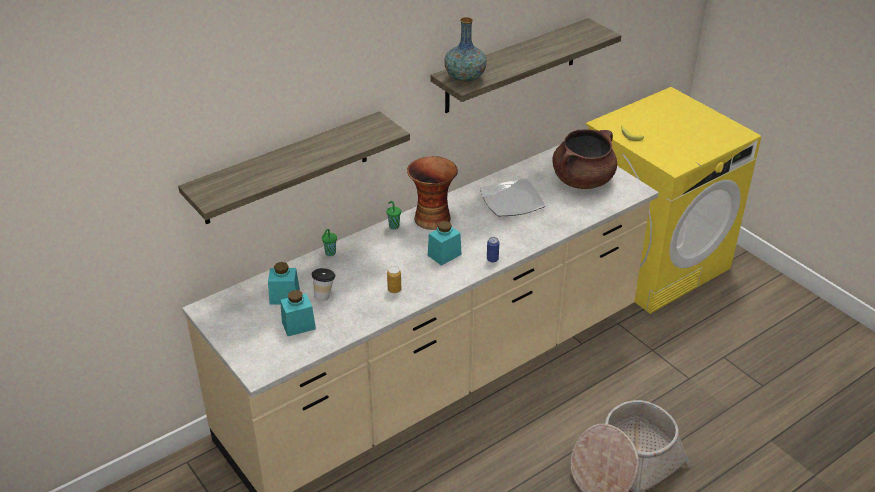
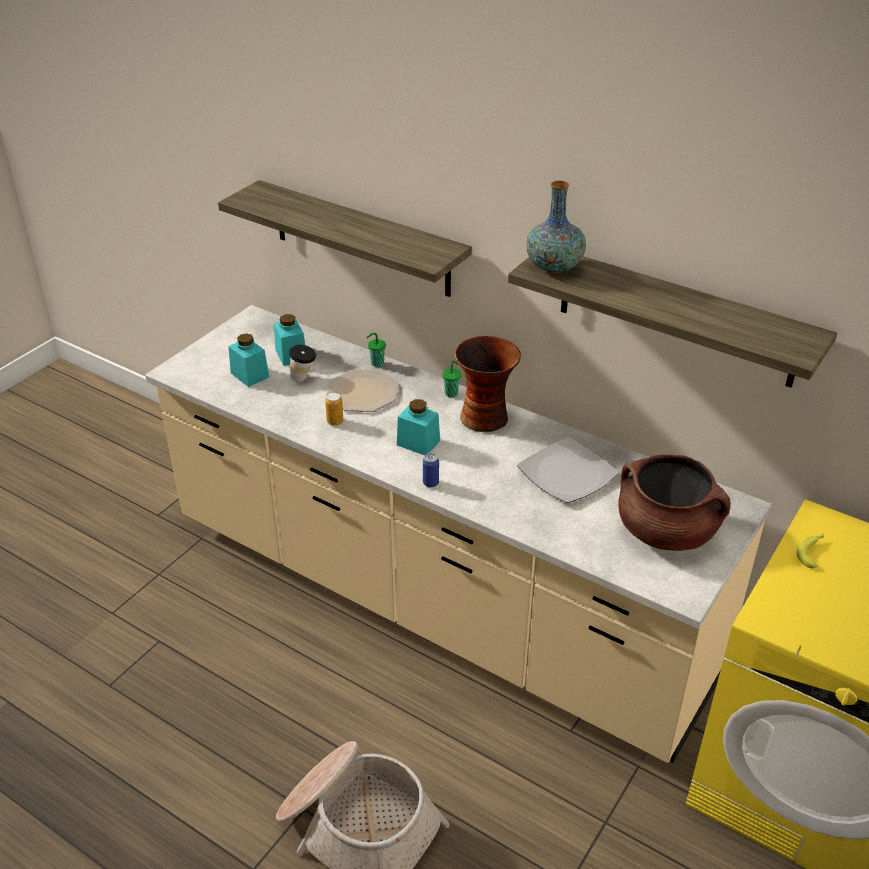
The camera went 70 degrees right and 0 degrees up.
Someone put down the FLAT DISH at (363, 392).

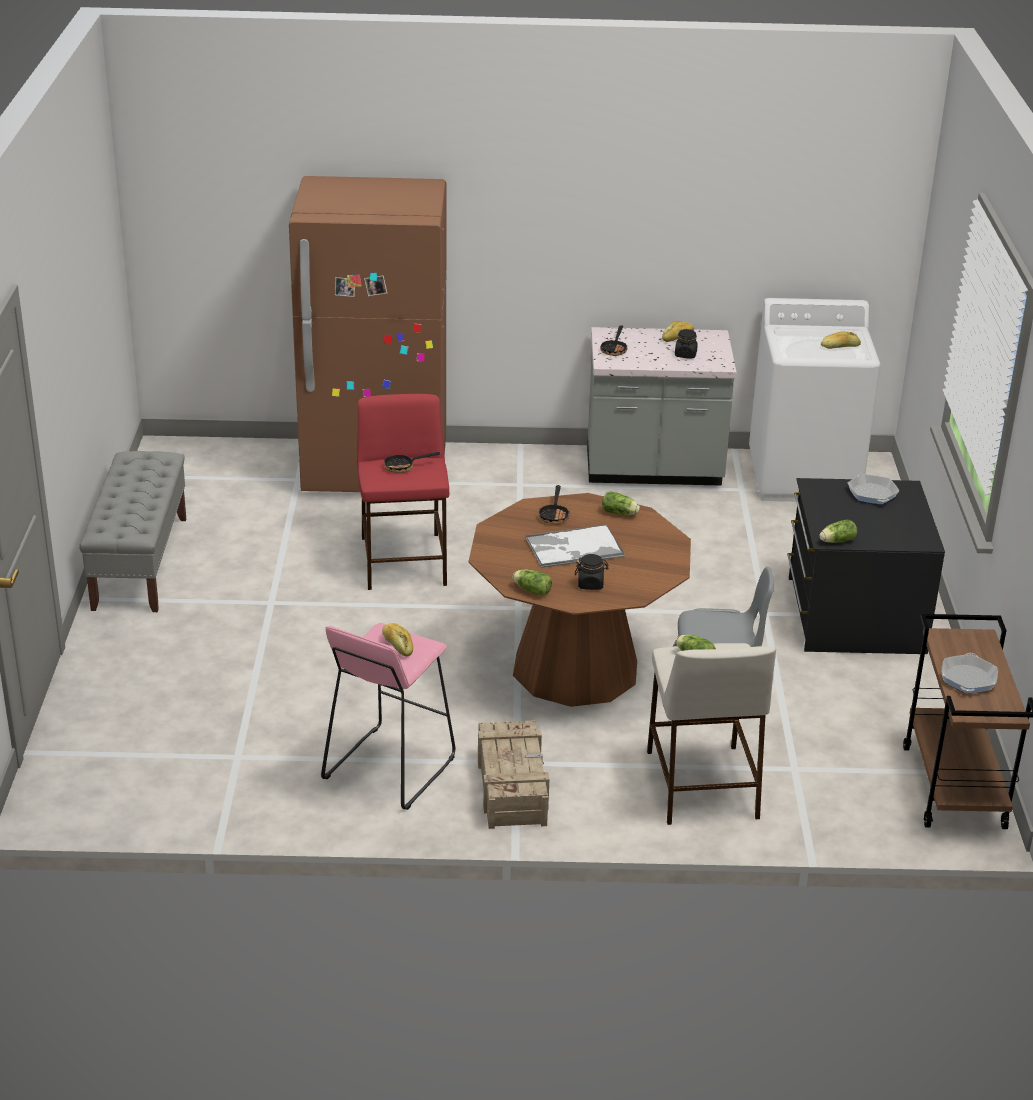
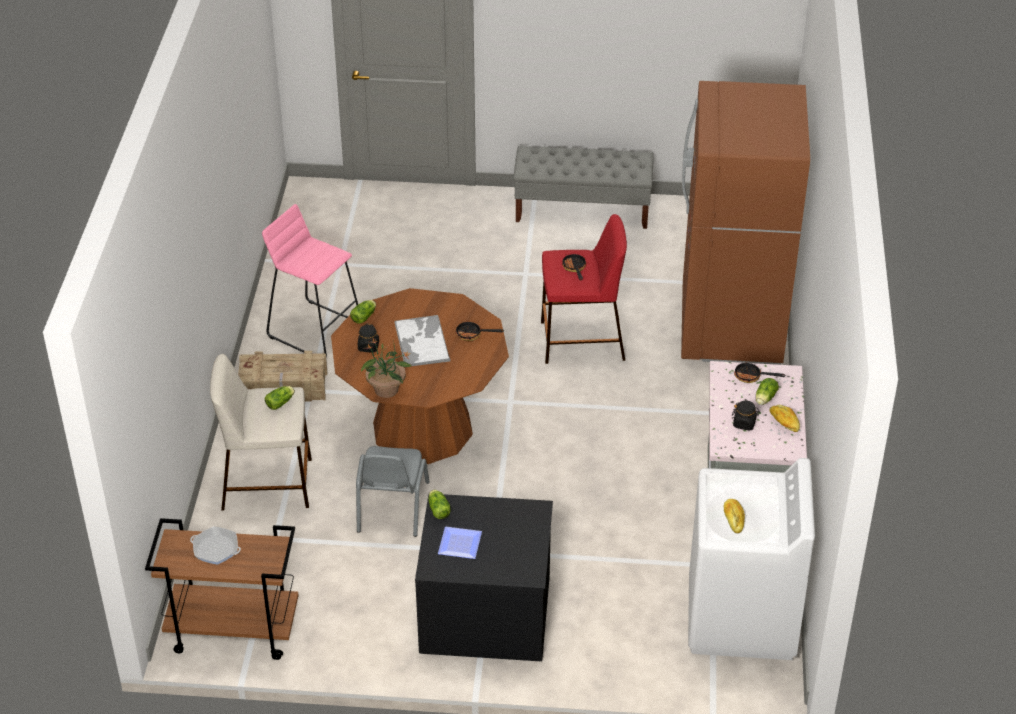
The camera went 95 degrees right and 10 degrees up.
Someone took away the BREAD at (397, 645).
Someone took away the SKILLET at (872, 493).
Someone put down the PLANT IN A POT at (386, 390).
Someone put down the FLAT DISH at (461, 545).
Someone carried the LETTUCE from (620, 513) to (764, 399).

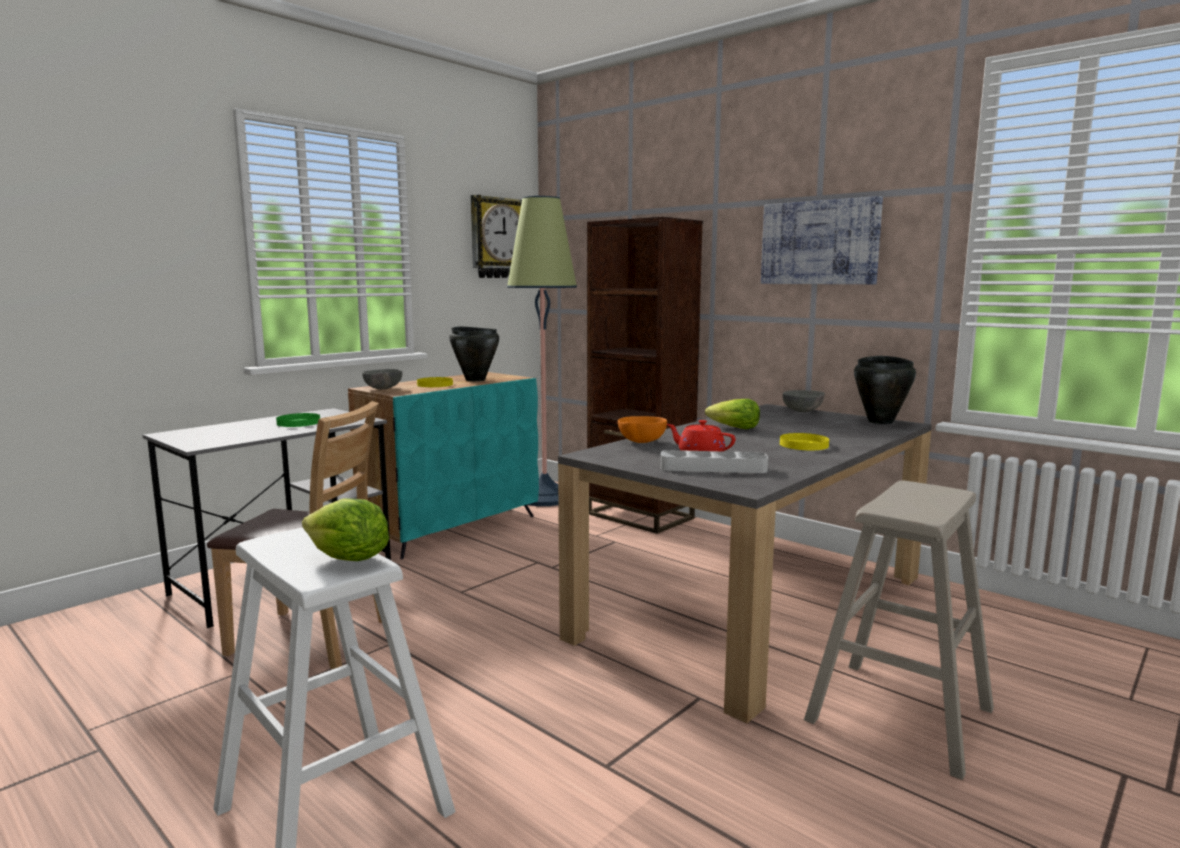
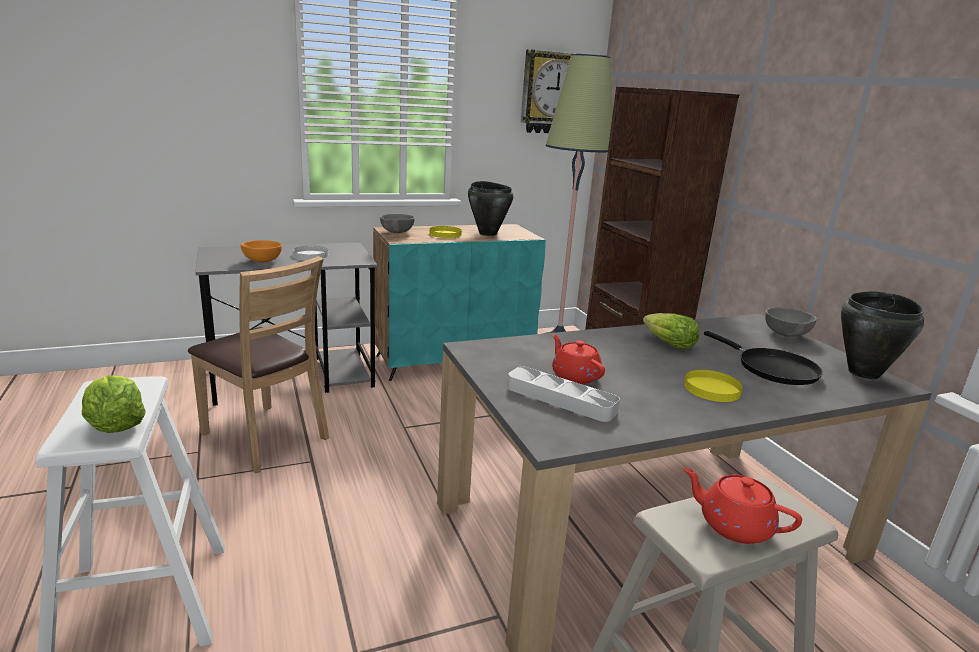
The camera went 25 degrees right and 10 degrees up.
Someone took away the WALL ART at (819, 242).
Someone put down the RED TEAPOT at (733, 526).
Someone put down the BLACKISH SKILLET at (772, 368).
Someone carried the ORANGE-COLOURED BOWL from (640, 442) to (261, 261).
Someone repainted the GREENISH FLAT DISH at (298, 423), which became the WHITISH FLAT DISH at (310, 255).

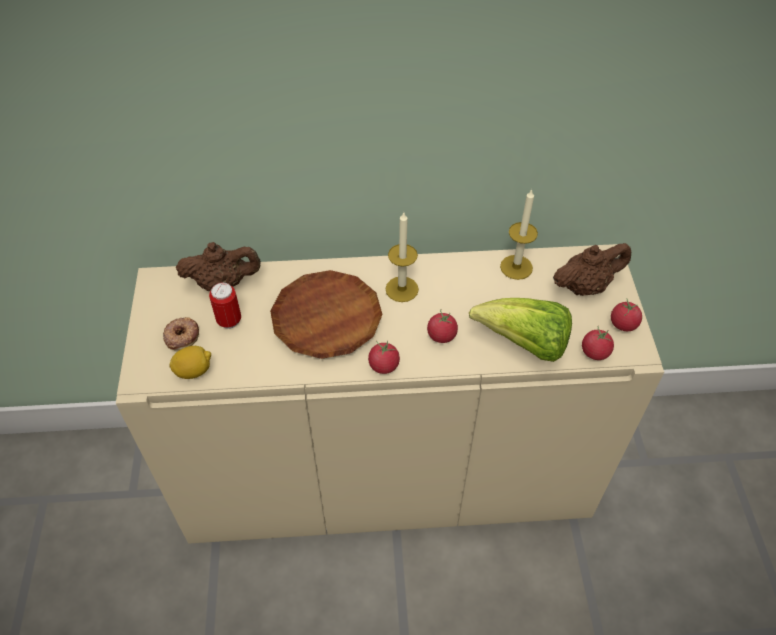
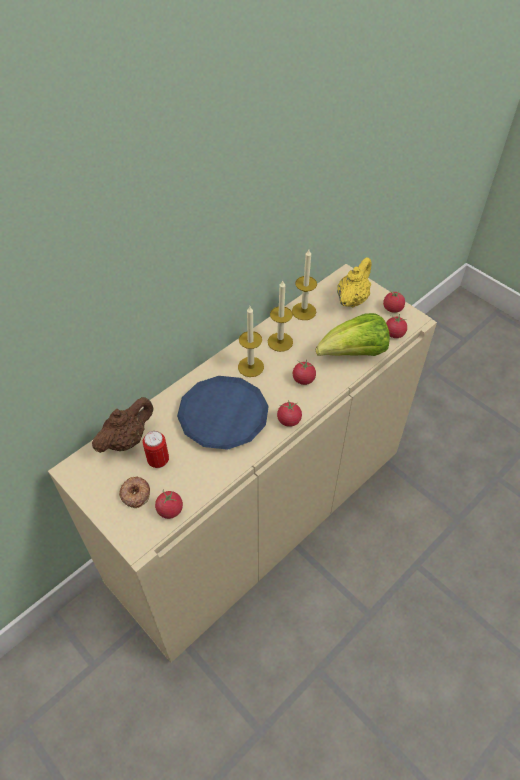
The camera went 40 degrees left and 0 degrees up.
Someone put down the CANDLE at (280, 342).
Someone swapped the WHOLE LEMON at (194, 371) for the WHOLE TOMATO at (170, 510).
Someone repainted the BROWNISH FLAT DISH at (326, 319), which became the BLUISH FLAT DISH at (223, 416).
Someone repainted the BROWNISH TEAPOT at (585, 286), which became the YELLOW TEAPOT at (352, 299).

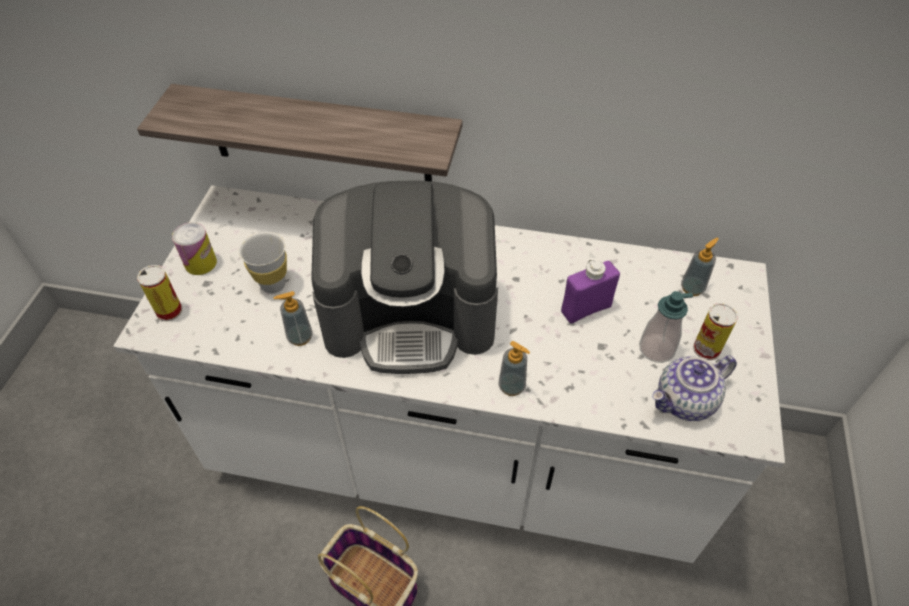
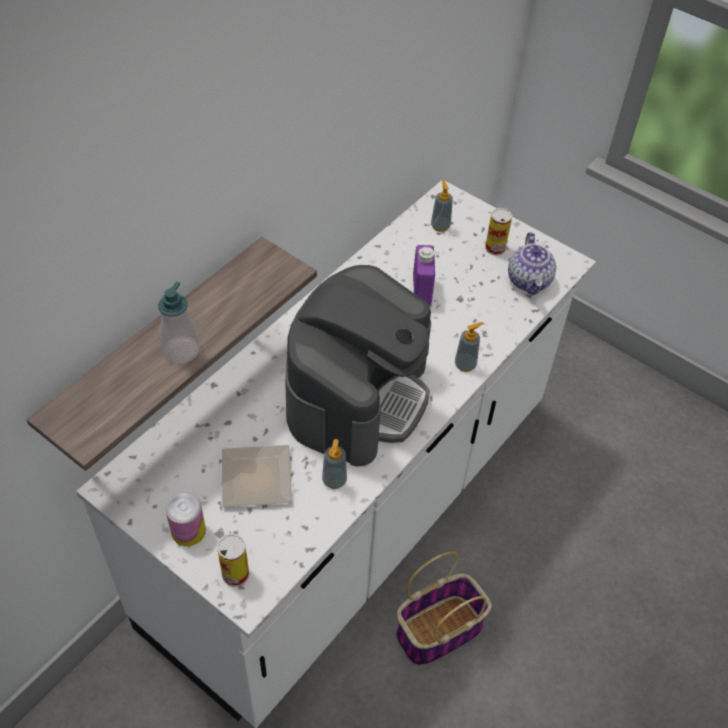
The camera went 65 degrees left and 0 degrees up.
Someone carried the SOAP DISPENSER from (656, 349) to (181, 351).
Someone swapped the WHITISH SMALL CUP at (273, 285) for the FLAT DISH at (259, 480).

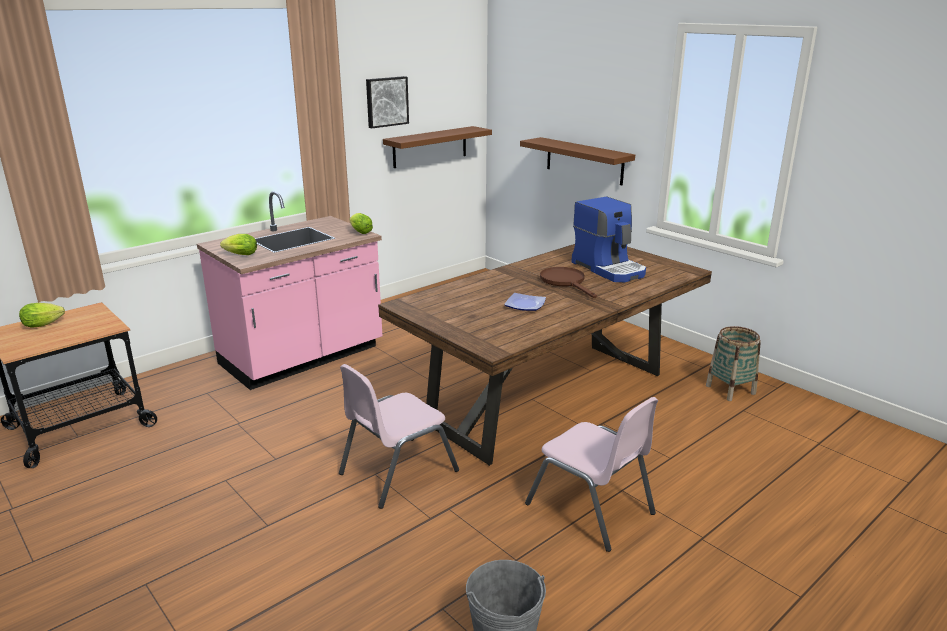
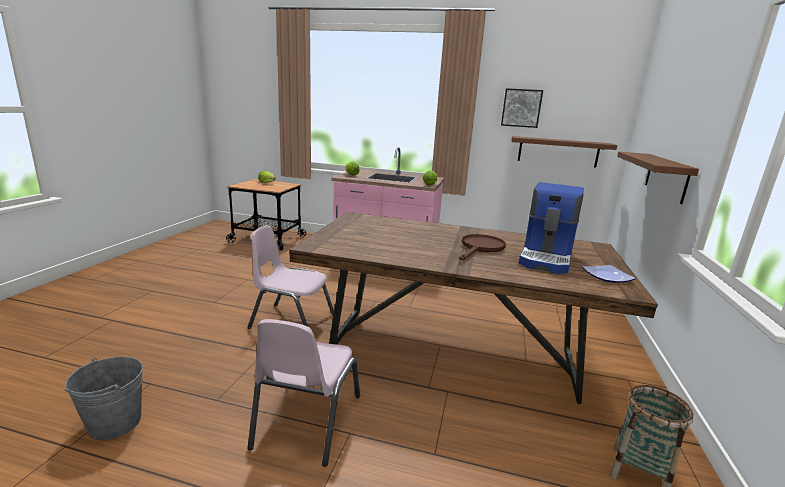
The camera went 55 degrees right and 5 degrees down.
Someone carried the FLAT DISH from (525, 305) to (607, 276).

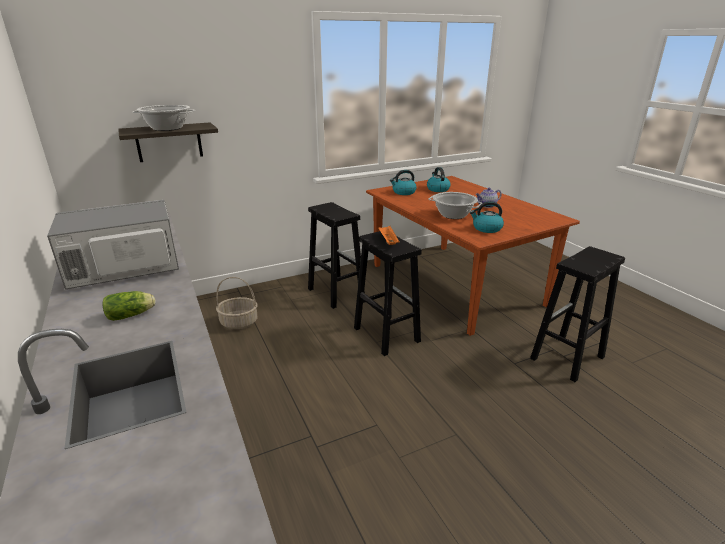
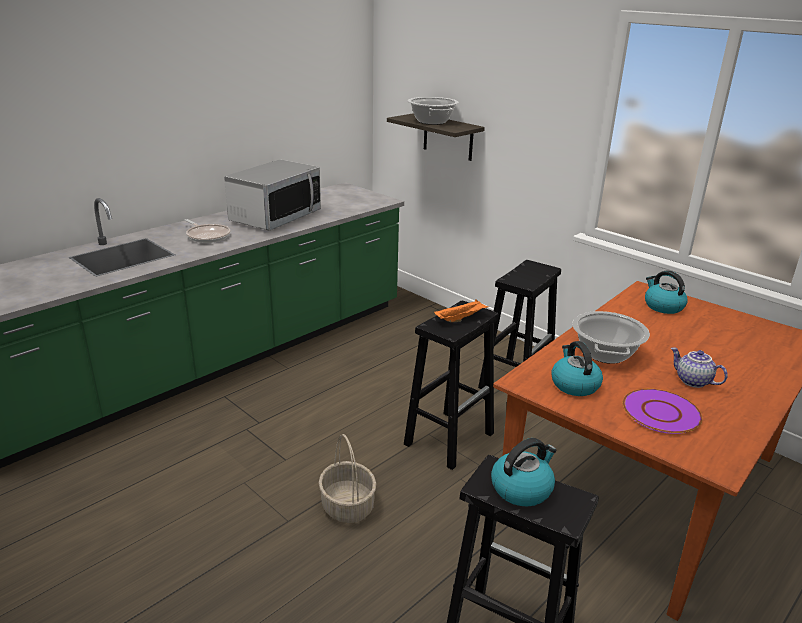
The camera went 70 degrees right and 0 degrees up.
Someone put down the PURPLE-COLOURED FLAT DISH at (661, 412).
Someone carried the BASKET from (238, 323) to (347, 506).
Someone carried the WATER KETTLE from (437, 189) to (522, 488).
Someone swapped the LETTUCE at (132, 315) for the SKILLET at (207, 236).
Someone rotated the MICROWAVE at (125, 270) by 75 degrees clockwise.

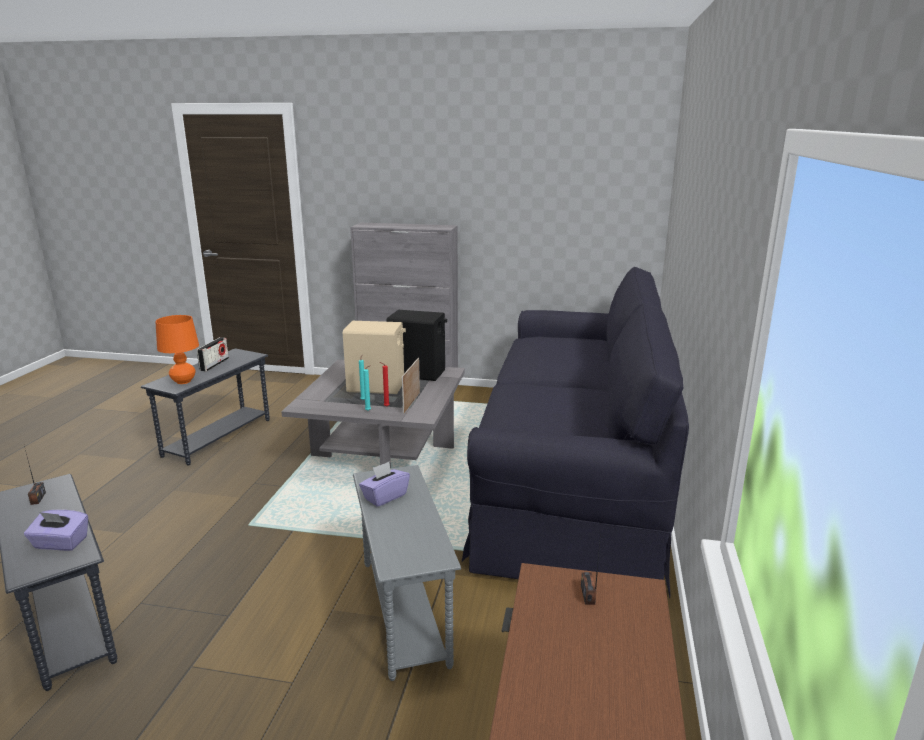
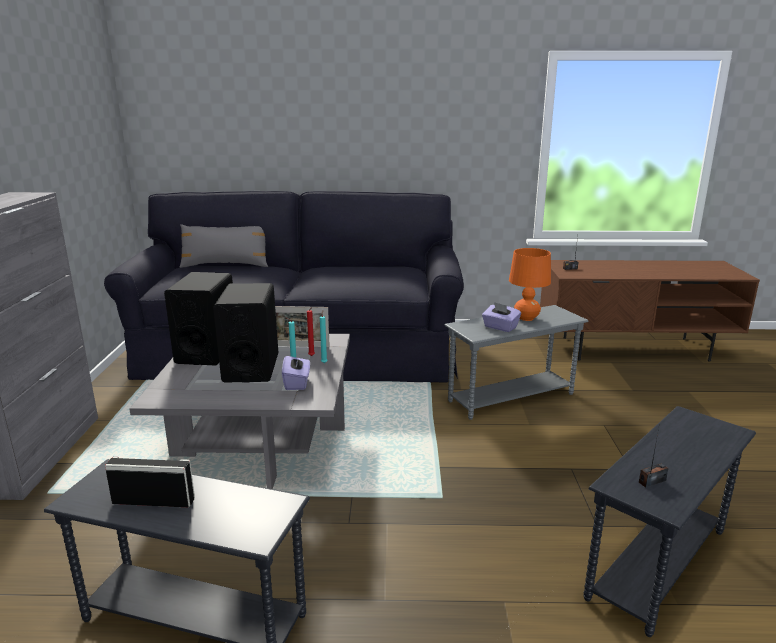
The camera went 100 degrees left and 0 degrees up.
Someone put down the GRAY CUSHION at (225, 265).
Someone carried the PURPLE-COLOURED TISSUE HOLDER from (60, 543) to (297, 383).
Someone carried the ORANGE-COLOURED TABLE LAMP from (183, 381) to (526, 318).
Someone repainted the SAND-COLOURED LOUDSPEAKER at (376, 387), which became the BLACKISH LOUDSPEAKER at (251, 368).

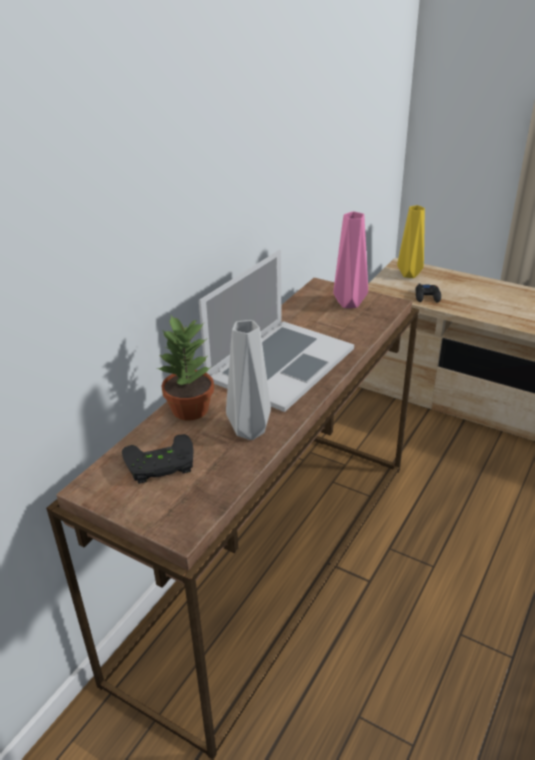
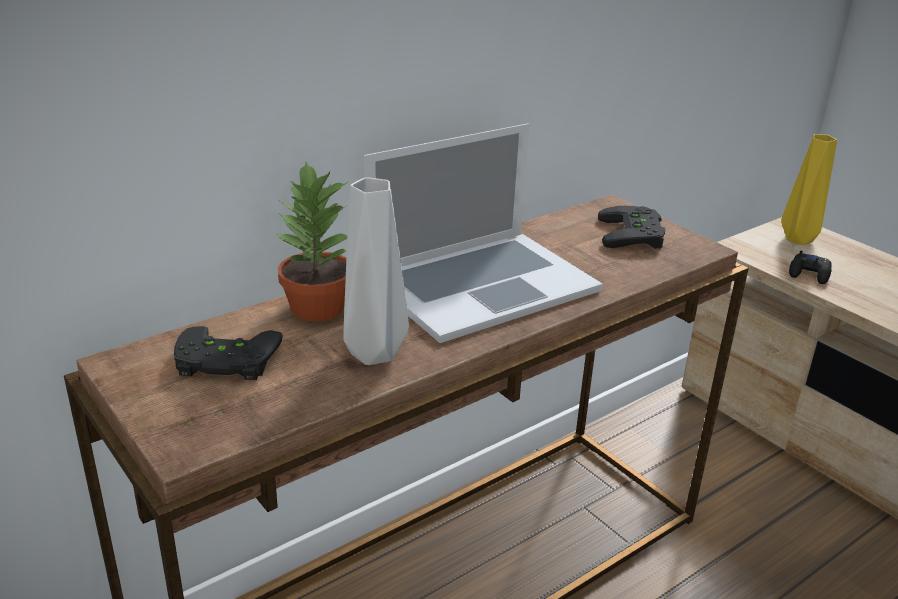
The camera went 20 degrees right and 5 degrees down.
Someone swapped the PINKISH DECORATIVE VASE at (348, 304) for the BLACKISH GAME CONTROLLER at (635, 235).

